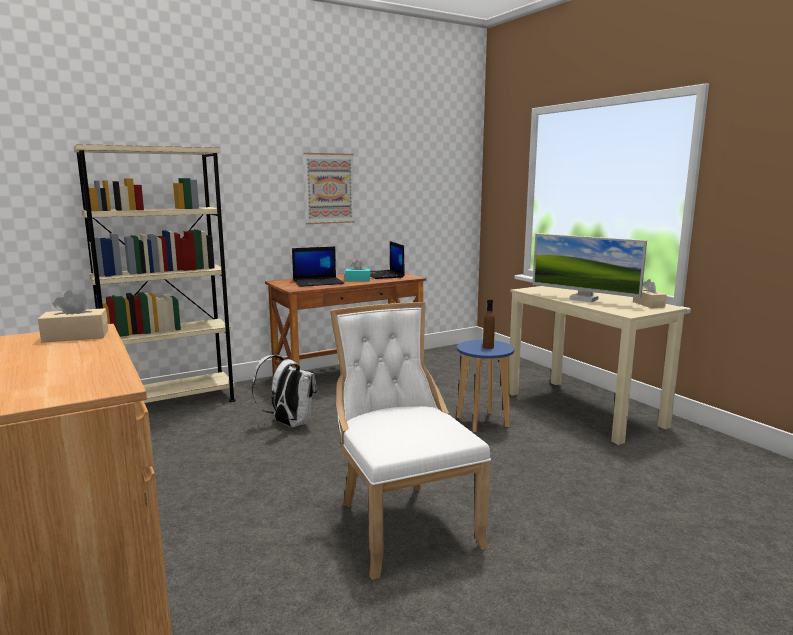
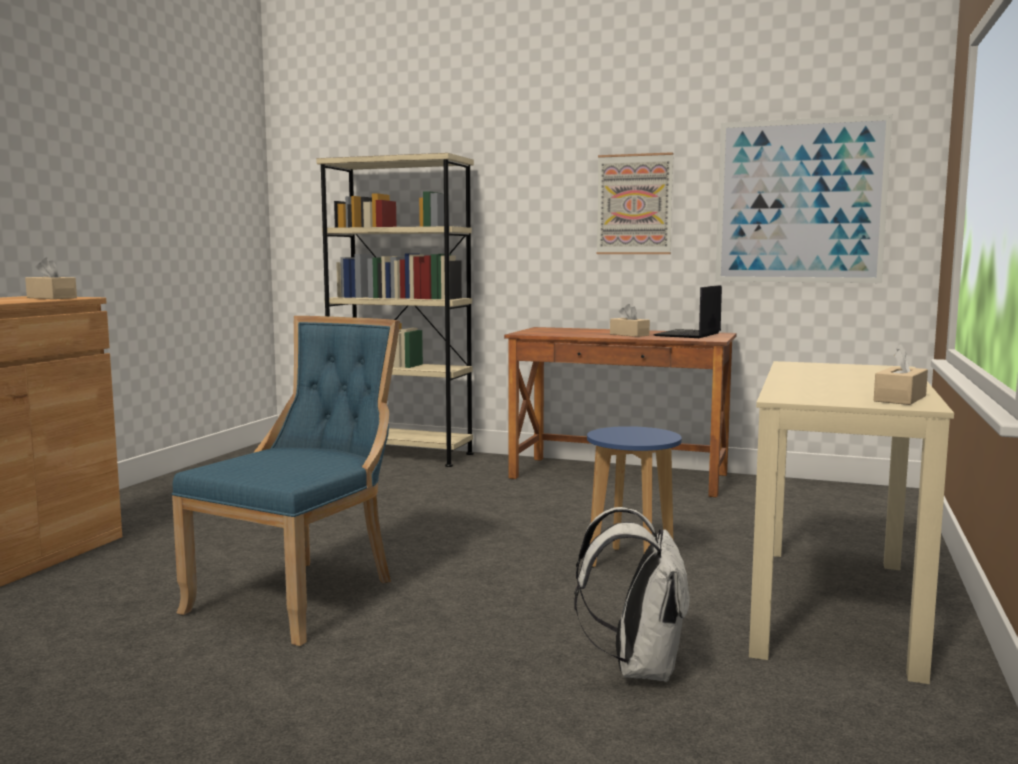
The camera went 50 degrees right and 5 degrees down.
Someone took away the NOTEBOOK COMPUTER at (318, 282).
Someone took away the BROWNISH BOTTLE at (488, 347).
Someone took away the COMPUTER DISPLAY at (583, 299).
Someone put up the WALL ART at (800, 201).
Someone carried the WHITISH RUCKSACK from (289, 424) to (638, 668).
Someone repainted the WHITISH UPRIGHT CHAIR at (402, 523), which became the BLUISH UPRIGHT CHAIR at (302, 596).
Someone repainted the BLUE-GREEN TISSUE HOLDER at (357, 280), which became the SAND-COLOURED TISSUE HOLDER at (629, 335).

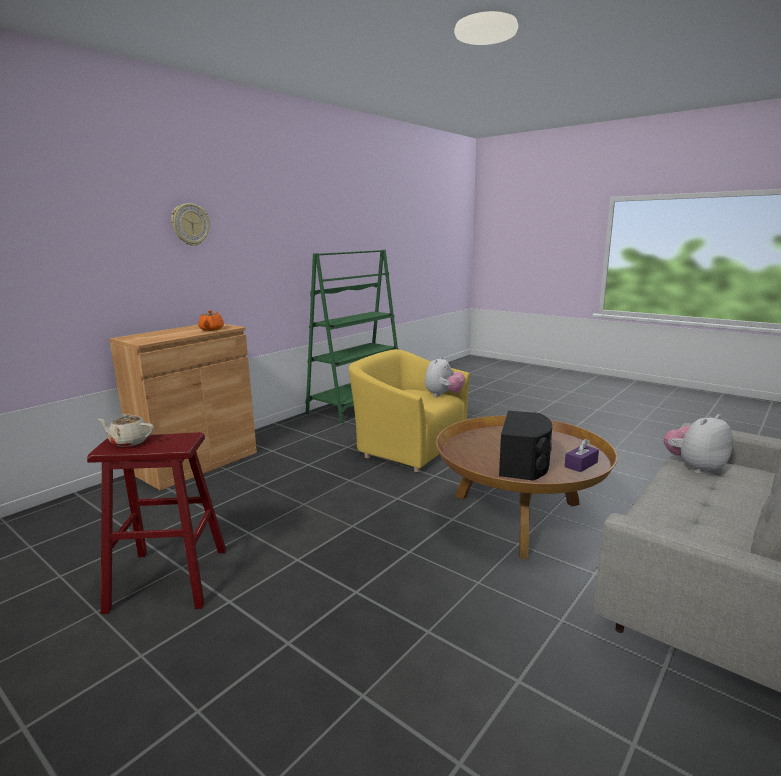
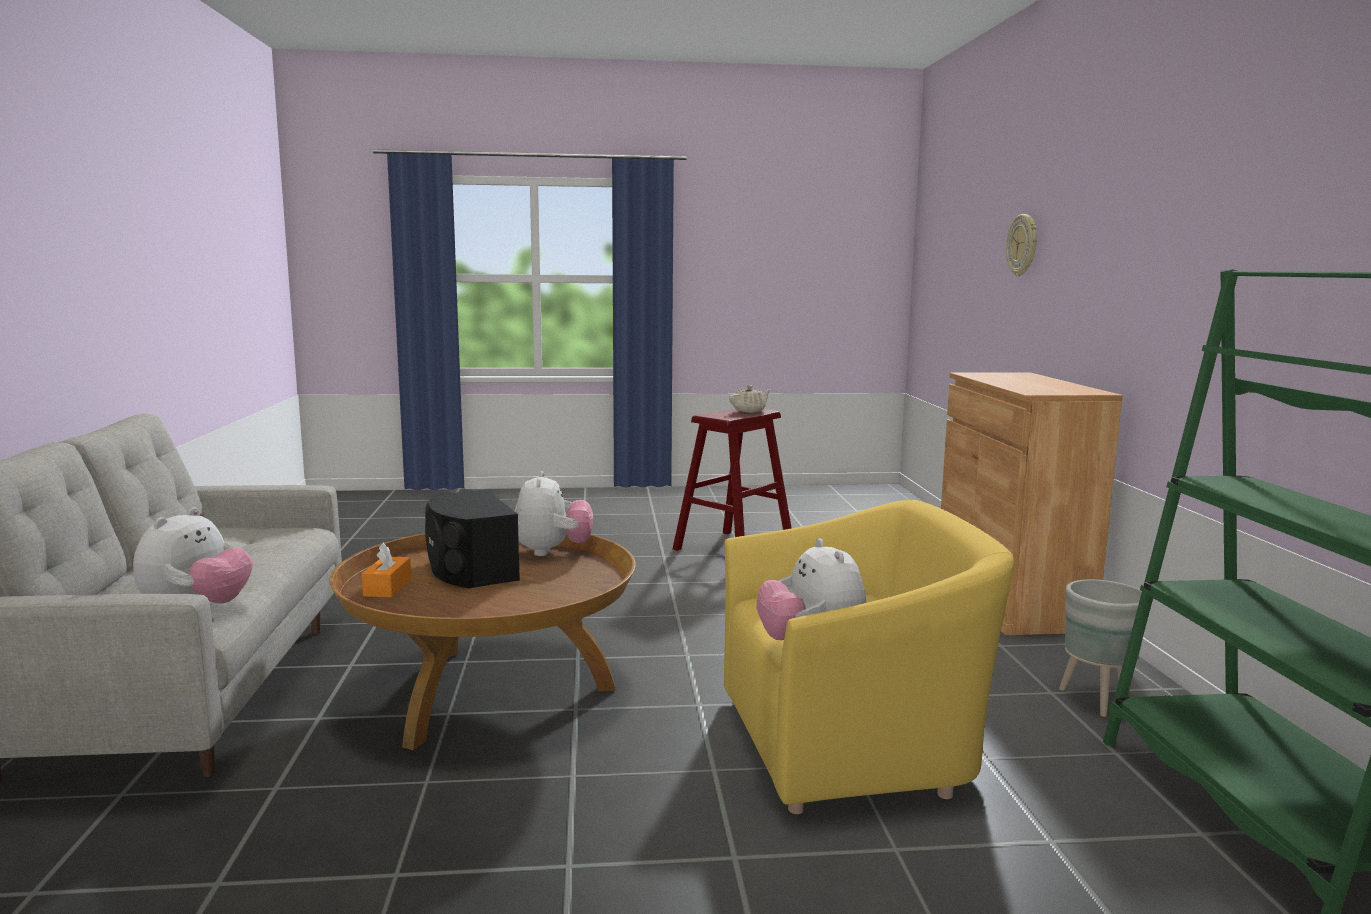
The camera went 135 degrees right and 5 degrees down.
Someone took away the ORANGE-COLOURED TEAPOT at (212, 329).
Someone put down the CUDDLY TOY at (553, 551).
Someone put down the GRAY PLANT POT at (1097, 701).
Someone carried the HANGING CLOCK from (190, 224) to (1023, 245).
Someone repainted the PURPLE-COLOURED TISSUE HOLDER at (581, 464), which became the ORANGE-COLOURED TISSUE HOLDER at (387, 587).

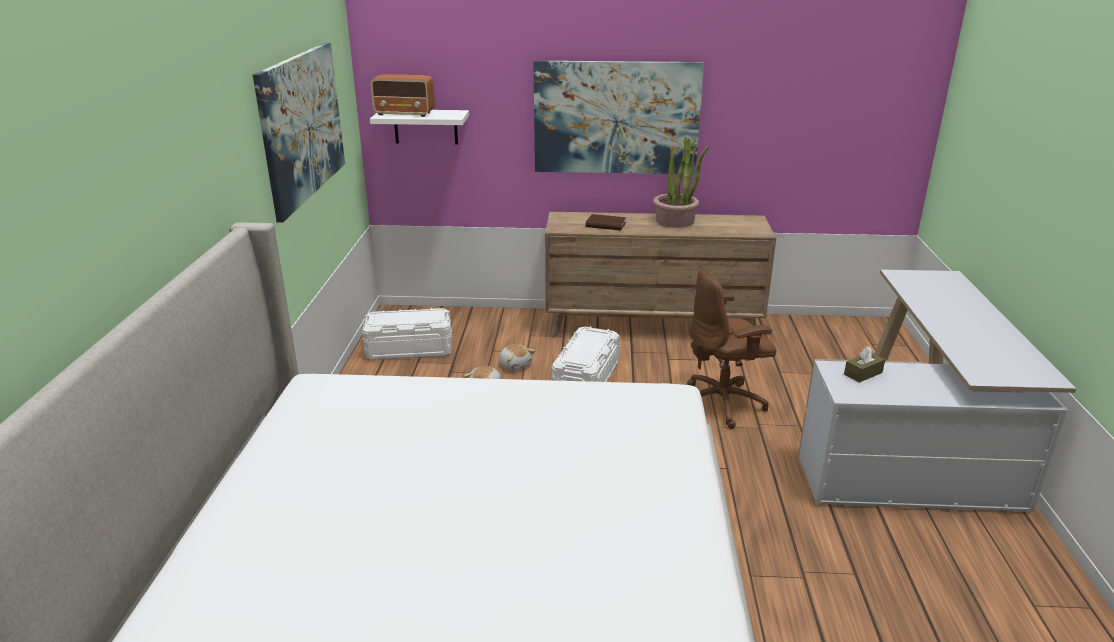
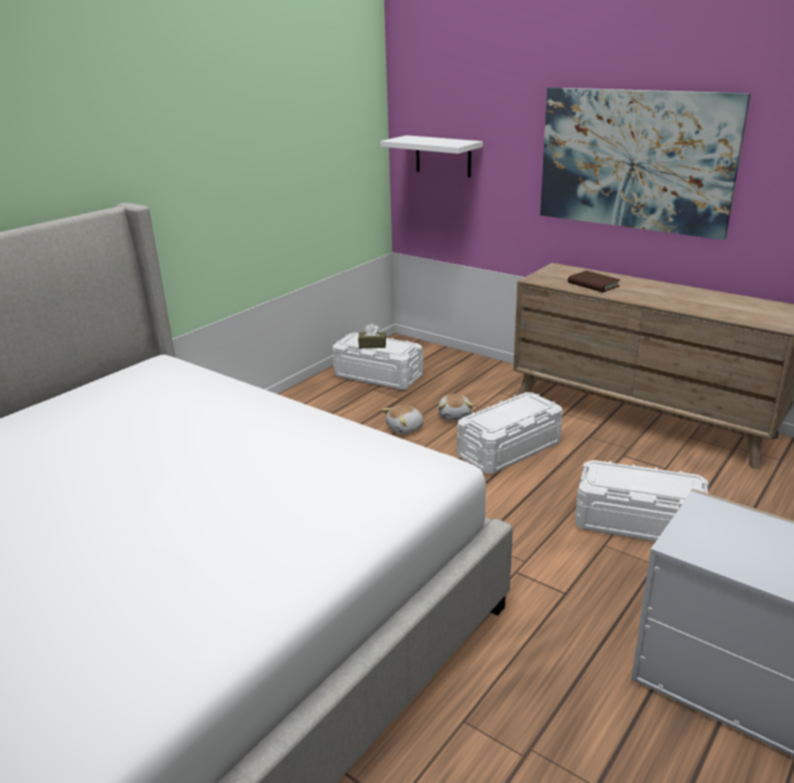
The camera went 35 degrees right and 0 degrees up.
Someone took away the WALL ART at (302, 125).
Someone took away the RADIO SET at (405, 114).
Someone took away the PLANT IN A POT at (675, 221).
Someone carried the BROWNISH TISSUE HOLDER from (863, 373) to (372, 345).
Someone swapped the BROWNISH COMPUTER CHAIR at (723, 403) for the WHITISH STORAGE CONTAINER at (637, 522).

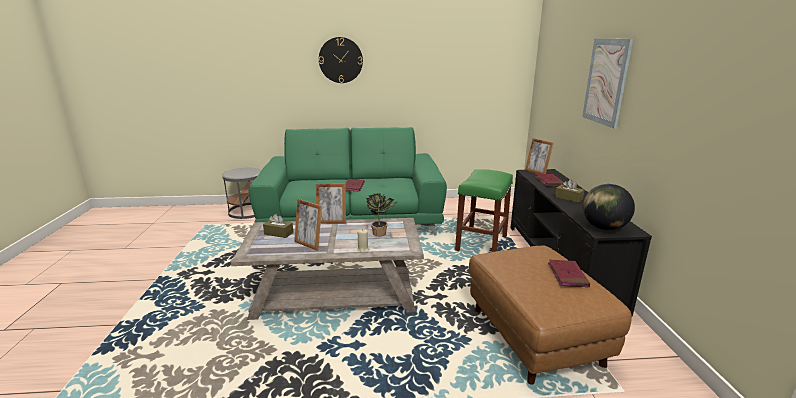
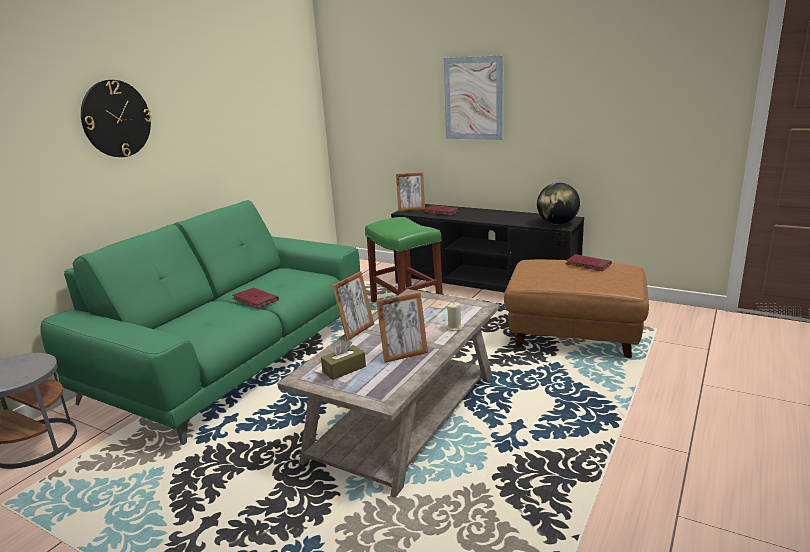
The camera went 55 degrees left and 0 degrees up.
Someone took away the PLANT IN A POT at (381, 233).
Someone took away the BROWNISH TISSUE HOLDER at (568, 198).

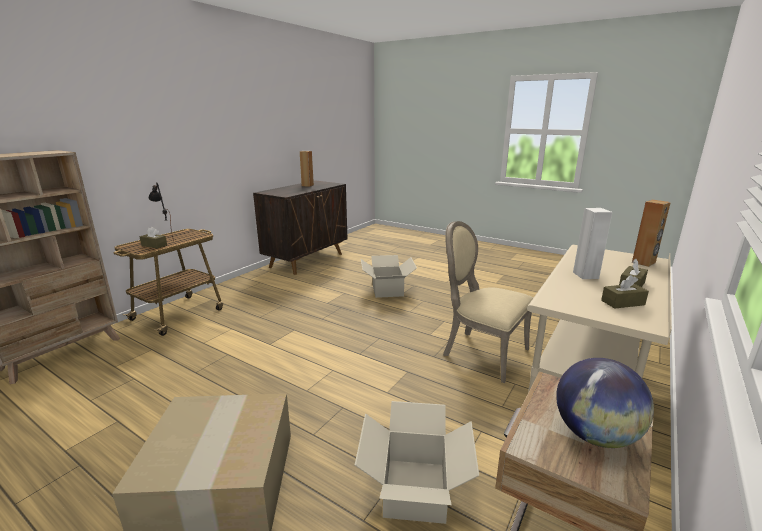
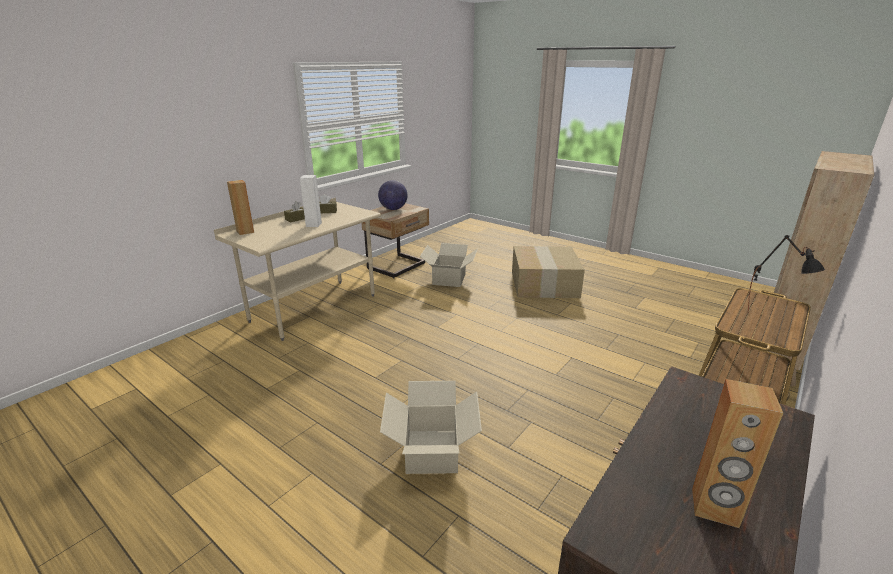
The camera went 175 degrees left and 5 degrees up.
Someone took away the BROWNISH TISSUE HOLDER at (154, 245).
Someone took away the SAND-COLOURED UPRIGHT CHAIR at (481, 352).

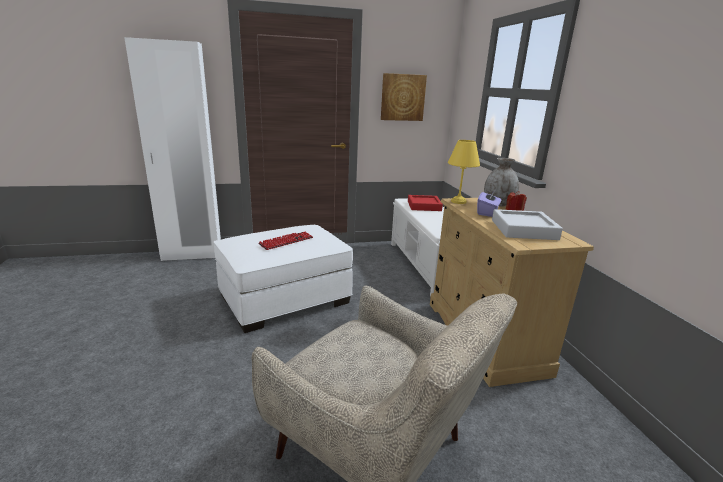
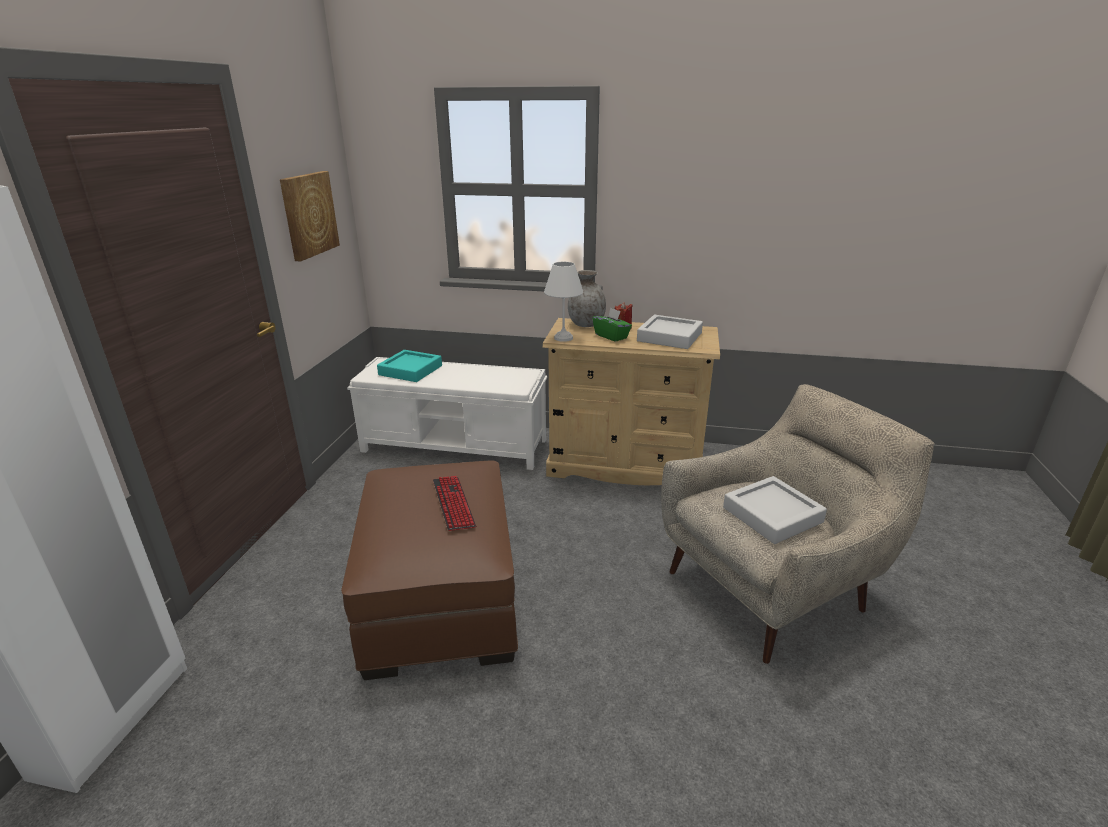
The camera went 65 degrees left and 5 degrees up.
Someone put down the GRAY TRAY at (772, 515).
Someone repainted the WHITISH POUFFE at (286, 298), which became the BROWNISH POUFFE at (440, 597).
Someone repainted the RED TRAY at (424, 206), which became the BLUE-GREEN TRAY at (410, 370).
Someone repainted the YELLOW TABLE LAMP at (458, 201), which became the WHITISH TABLE LAMP at (563, 338).
Someone repainted the PURPLE-COLOURED TISSUE HOLDER at (487, 213), which became the GREENISH TISSUE HOLDER at (611, 336).

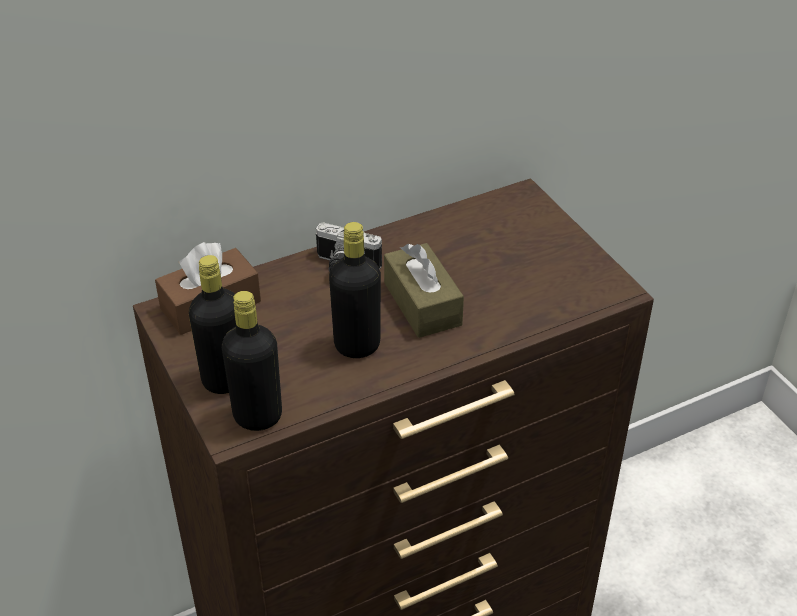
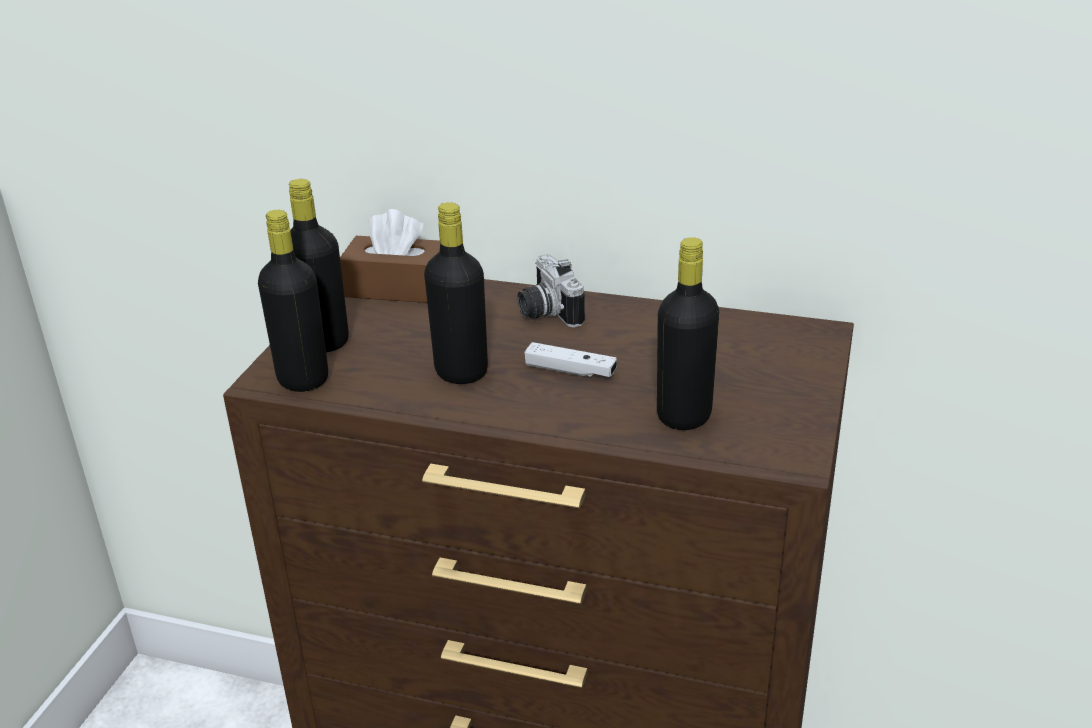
The camera went 45 degrees right and 10 degrees down.
Someone put down the BLACKISH BOTTLE at (684, 416).
Someone swapped the BROWNISH TISSUE HOLDER at (422, 304) for the WHITISH GAME CONTROLLER at (570, 370).

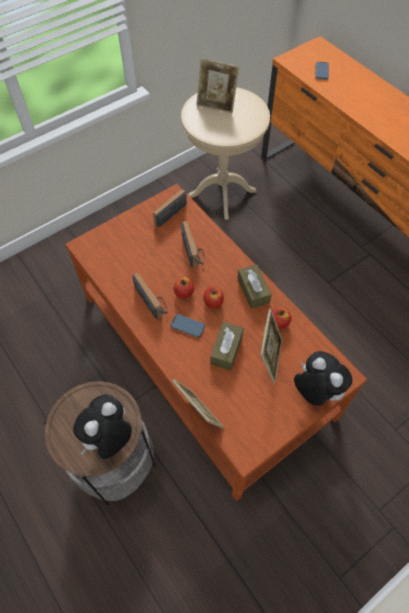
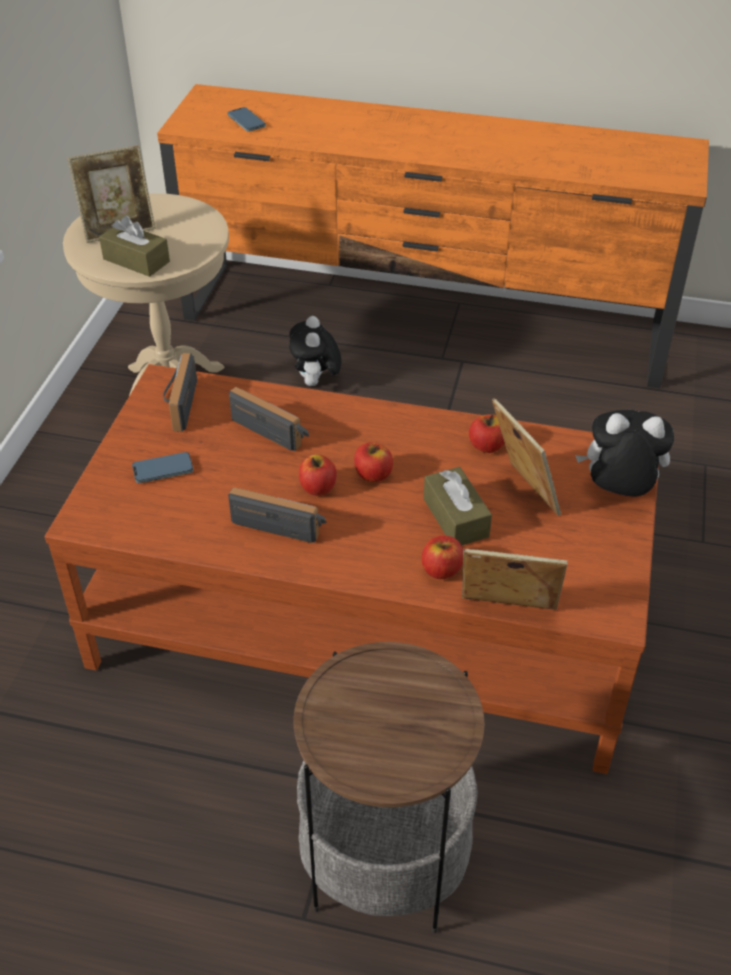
The camera went 40 degrees left and 15 degrees down.
Someone put down the APPLE at (441, 569).
Someone carried the CUDDLY TOY from (109, 438) to (316, 383).
Someone carried the HANDSET from (187, 326) to (163, 470).
Someone carried the BROWNISH TISSUE HOLDER from (253, 291) to (136, 260).

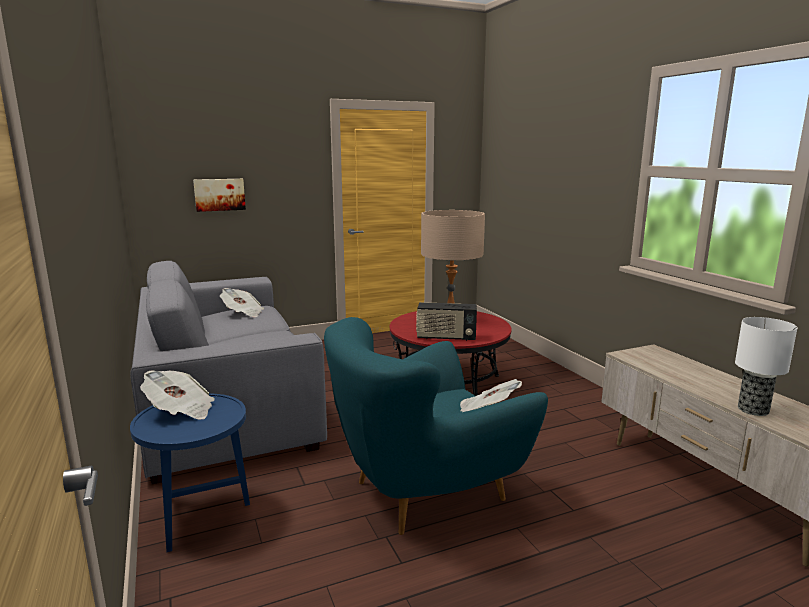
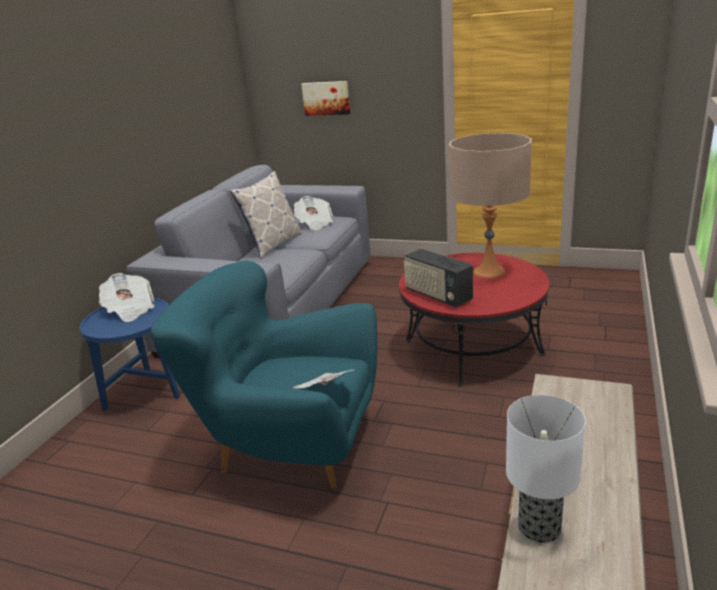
The camera went 45 degrees right and 10 degrees up.
Someone put down the CUSHION at (273, 245).

